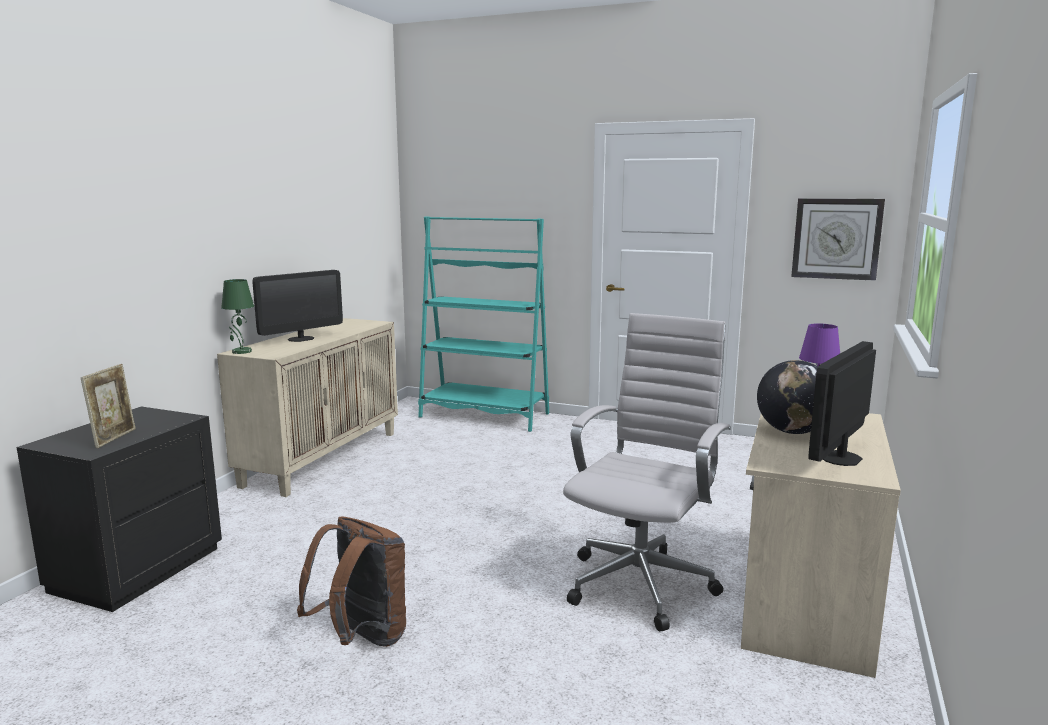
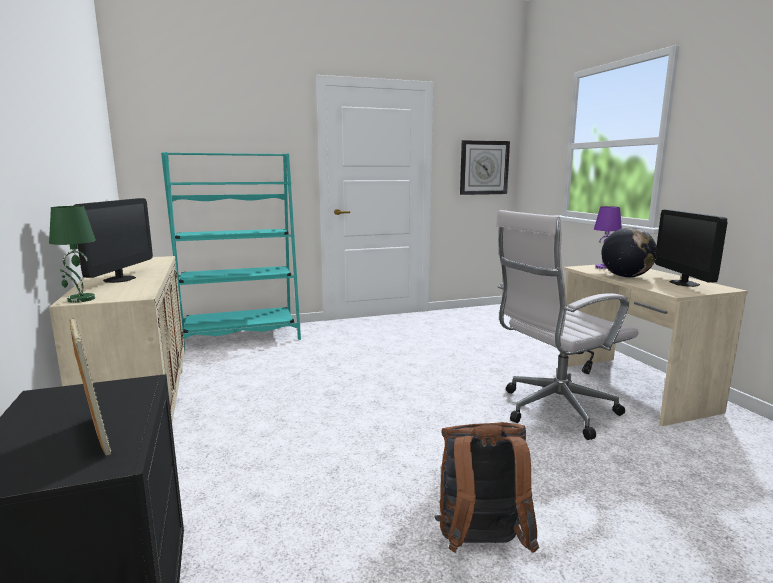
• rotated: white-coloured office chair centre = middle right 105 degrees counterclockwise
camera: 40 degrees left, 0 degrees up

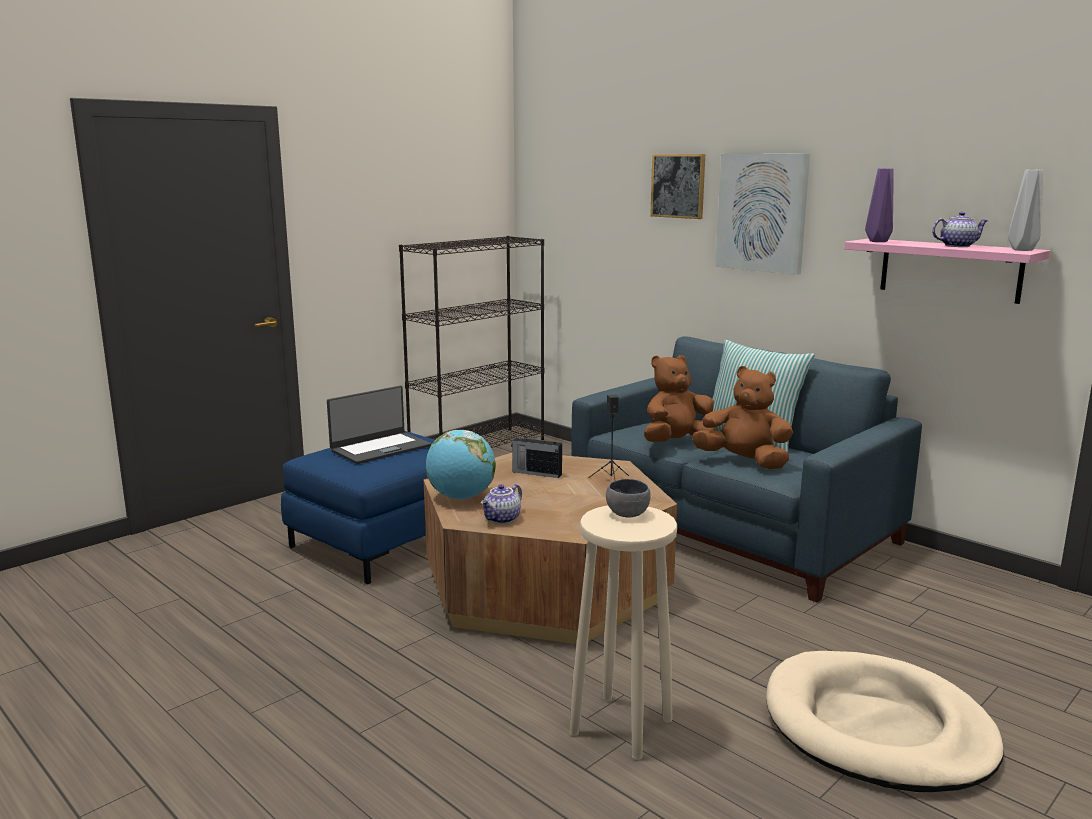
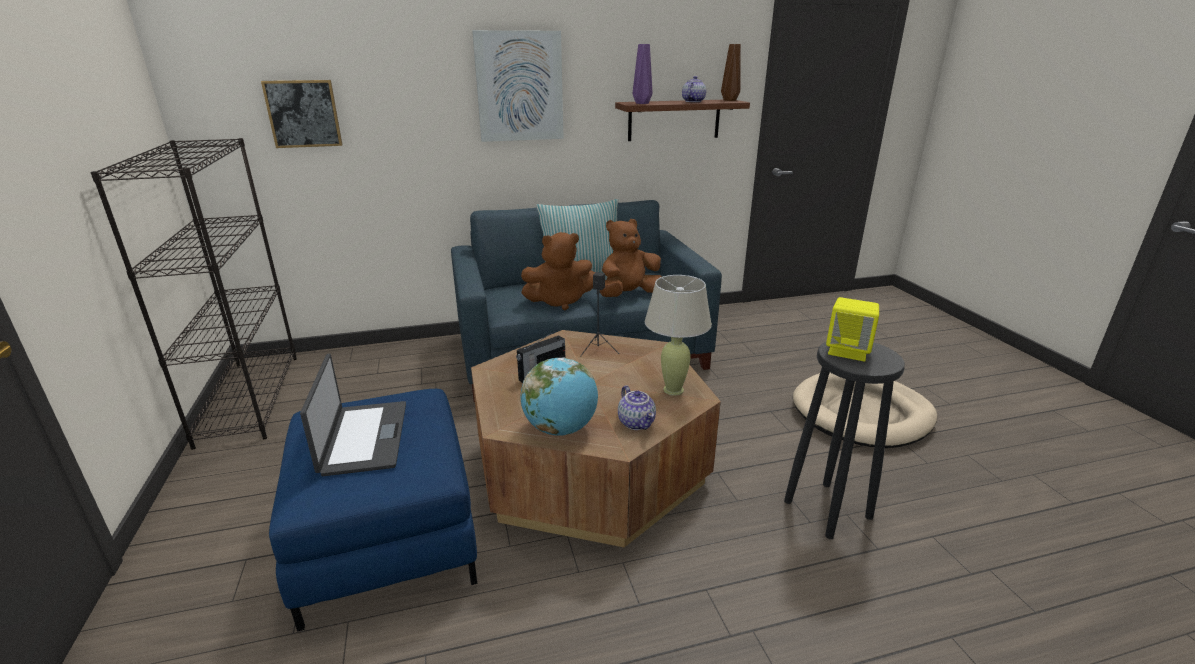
• shifted: picture (no. 1 from left) top centre to top left
• repainted: gray vase top right to brown vase top centre
• repainted: pinkish shelf top right to brown shelf top centre
• rotated: brown soft toy (no. 1 from left) centre = centre 105 degrees counterclockwise
• swapped: gray deep dish centre to yellowish loudspeaker middle right
• repainted: beige-coloured sitting stool bottom centre to black-coloured sitting stool middle right
• new: beige-coloured table lamp centre
camera: 60 degrees left, 10 degrees up

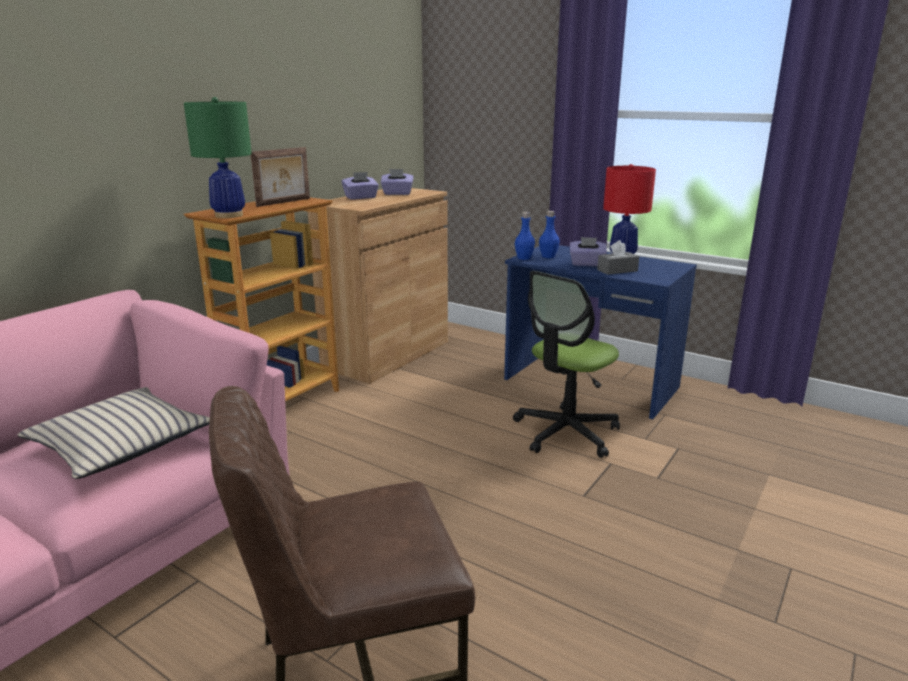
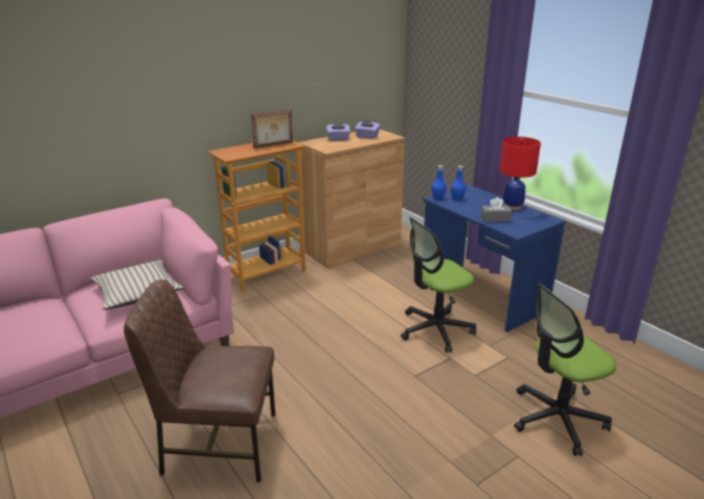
• gone: green-coloured table lamp top left
• gone: purple box of tissues (no. 3 from left) centre
• new: office chair (no. 2 from left) bottom right
camera: 20 degrees right, 5 degrees up

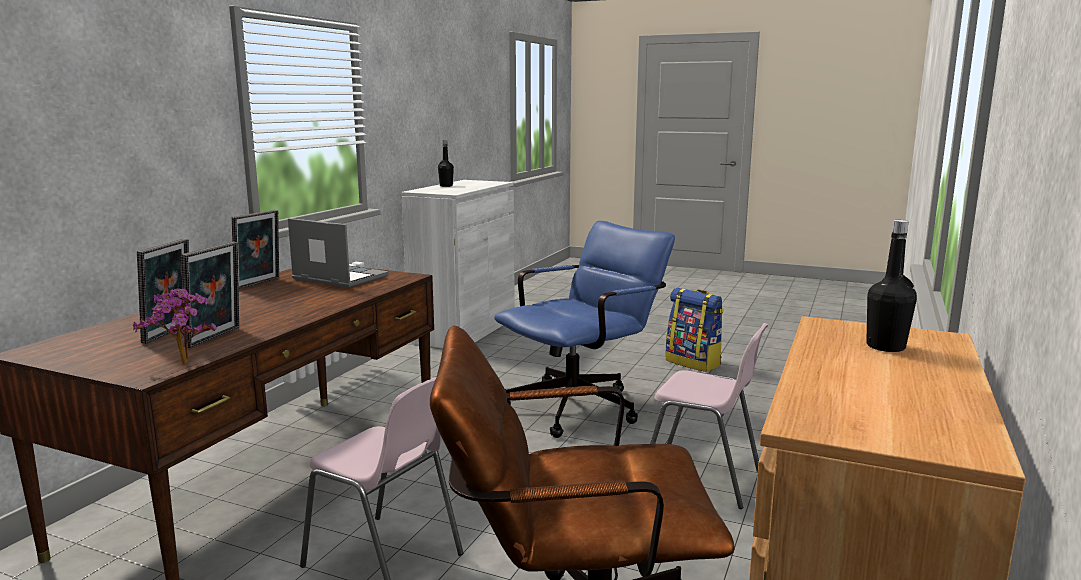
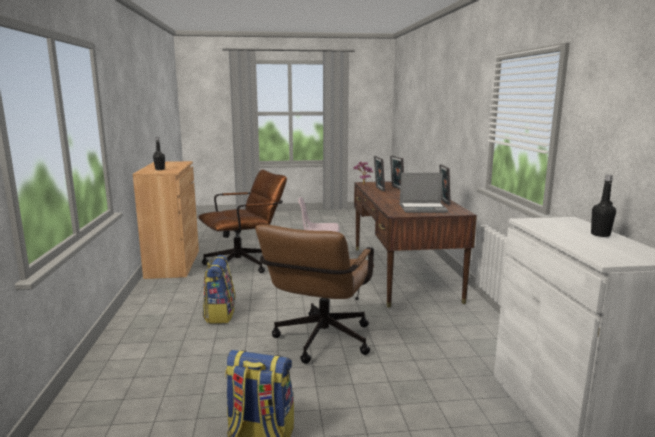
• repainted: bluish office chair centre to brown office chair (no. 2 from left) bottom centre
• swapped: pinkish chair (no. 2 from left) bottom centre to backpack (no. 1 from left) centre
camera: 150 degrees right, 0 degrees up

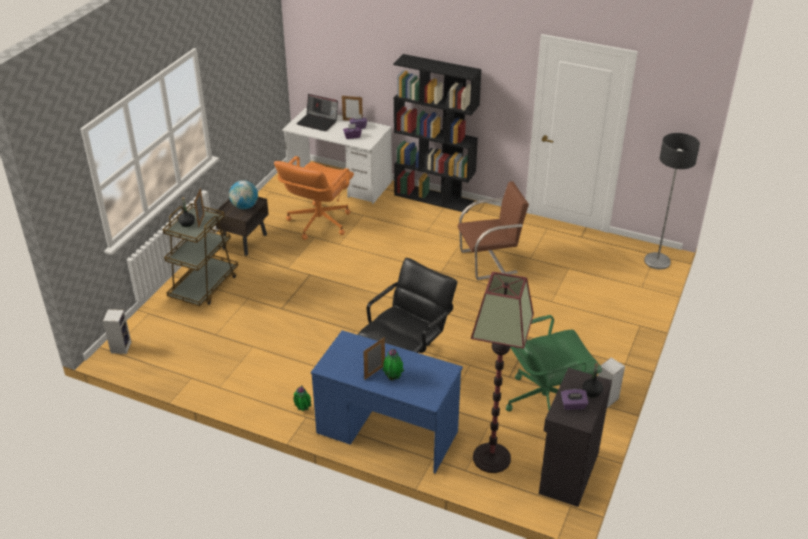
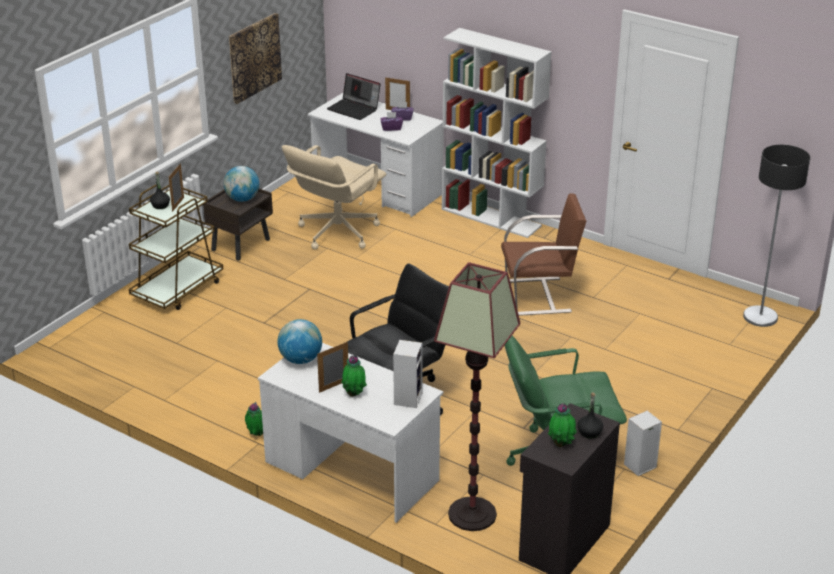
• repainted: black-coloured shelving unit top centre to white-coloured shelving unit top centre
• repainted: orange-coloured office chair centre to beige-coloured office chair centre
• shifted: loudspeaker (no. 1 from left) middle left to centre
• repainted: bluish desk unit bottom centre to white-coloured desk unit (no. 1 from left) bottom centre
• swapped: purple box of tissues (no. 3 from left) bottom right to potted plant (no. 3 from left) bottom right
• new: picture top left
• new: world globe (no. 2 from left) centre
camera: 10 degrees right, 5 degrees down

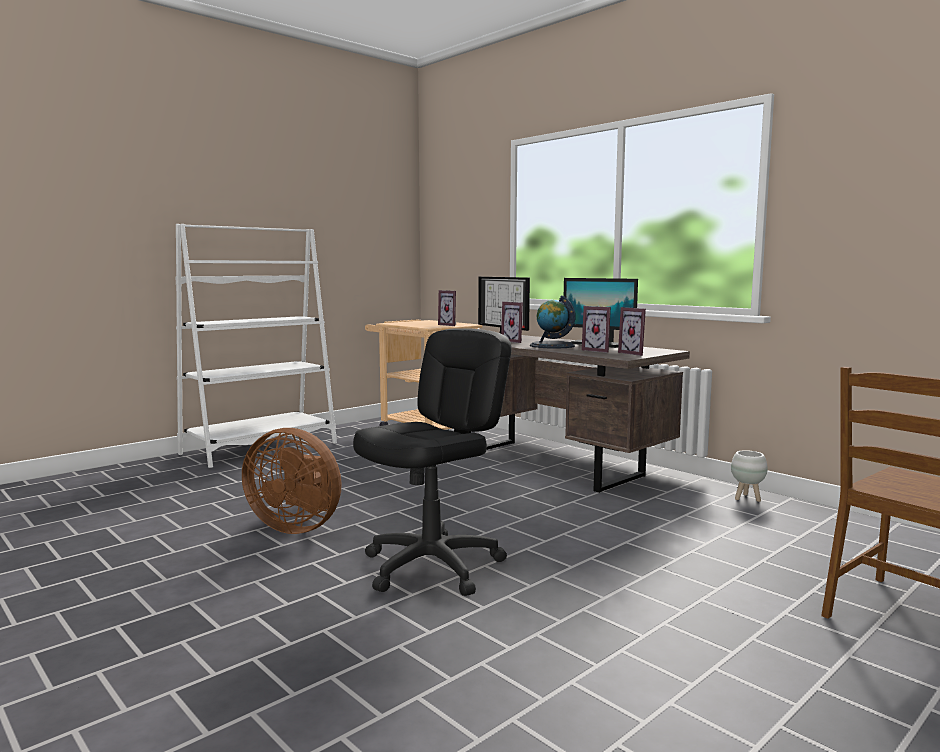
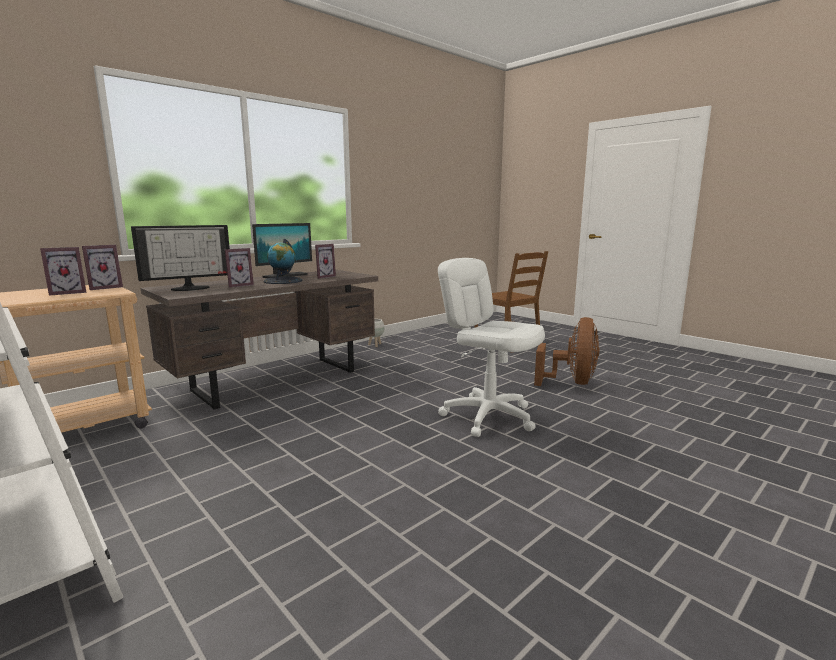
• shifted: picture frame (no. 4 from left in the first image) middle right to picture frame (no. 1 from left) middle left
• repainted: black-coloured office chair centre to white-coloured office chair centre
• shifted: brown cooling fan middle left to middle right
camera: 90 degrees left, 5 degrees up

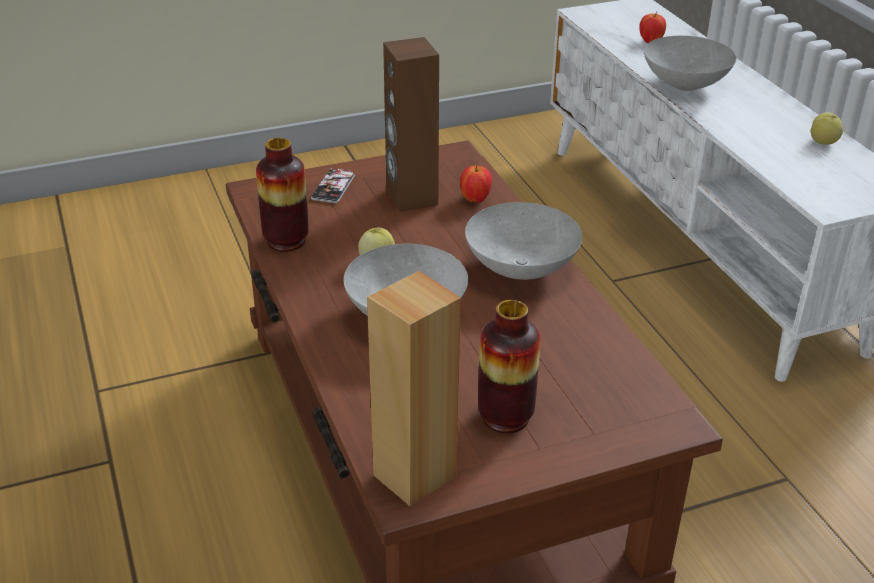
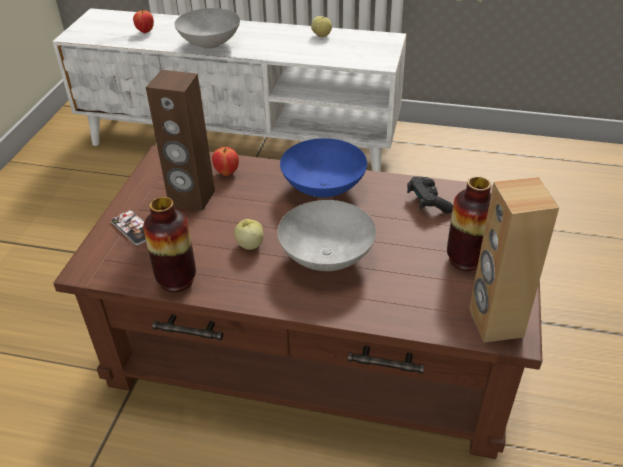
• repainted: gray deep dish (no. 2 from left) centre to bluish deep dish centre
• new: black-coloured gamepad middle right
camera: 55 degrees left, 5 degrees up

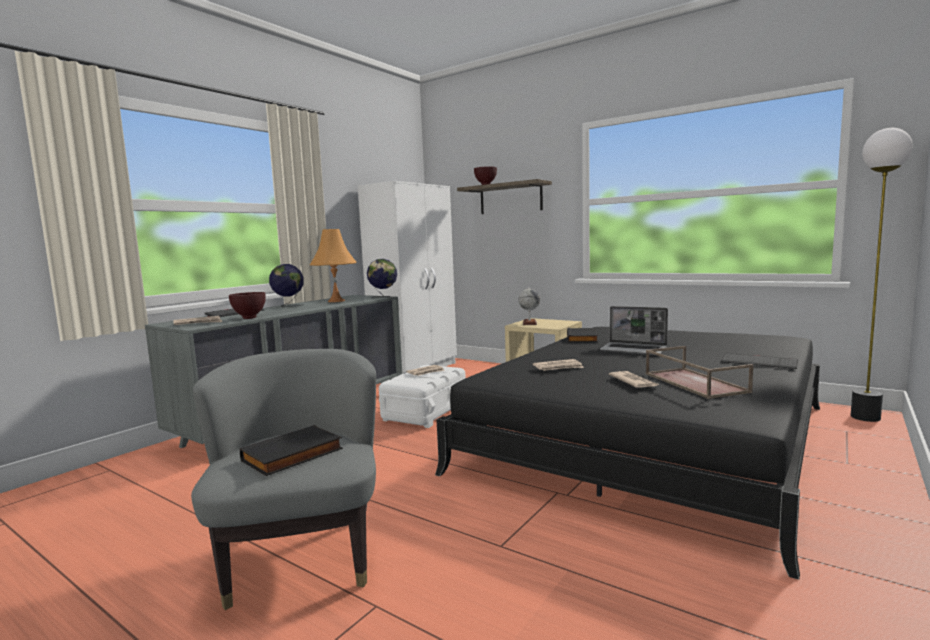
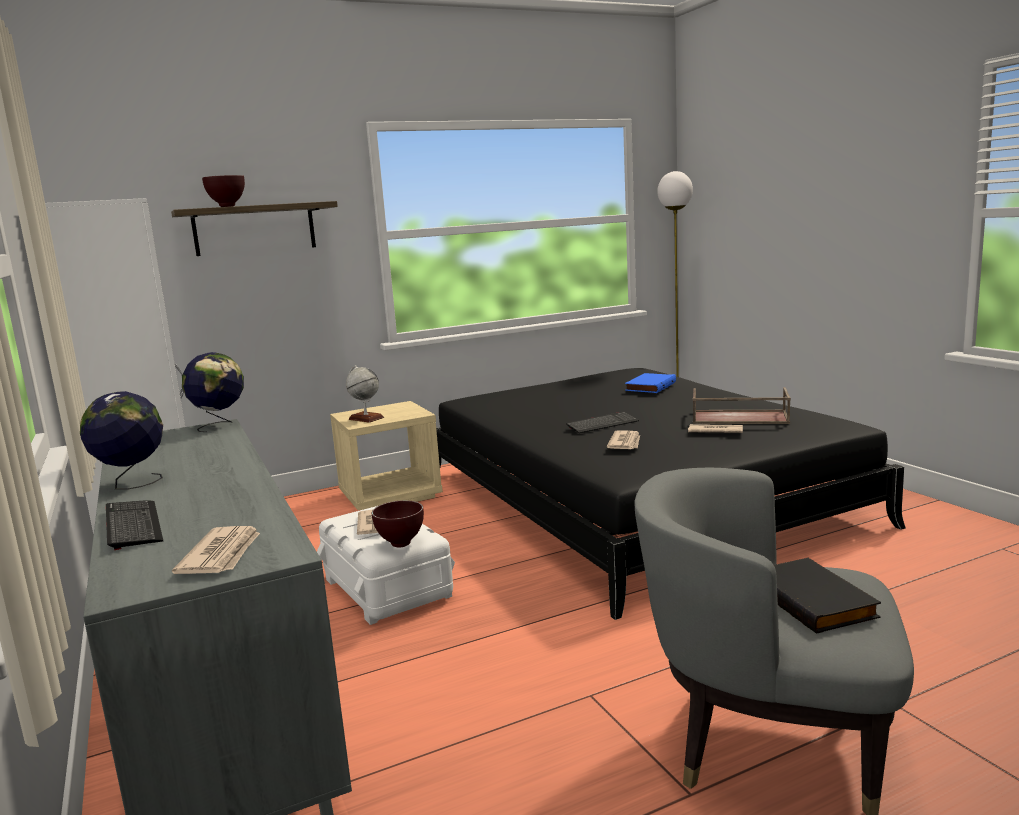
• gone: orange-coloured table lamp centre
• shifted: brown deep dish (no. 1 from left in the first image) middle left to brown deep dish (no. 2 from left) centre
• gone: portable computer middle right
• gone: black-coloured bound book (no. 2 from left) centre
• shifted: keyboard (no. 2 from left) middle right to centre
• new: bluish bound book centre
camera: 60 degrees left, 5 degrees up

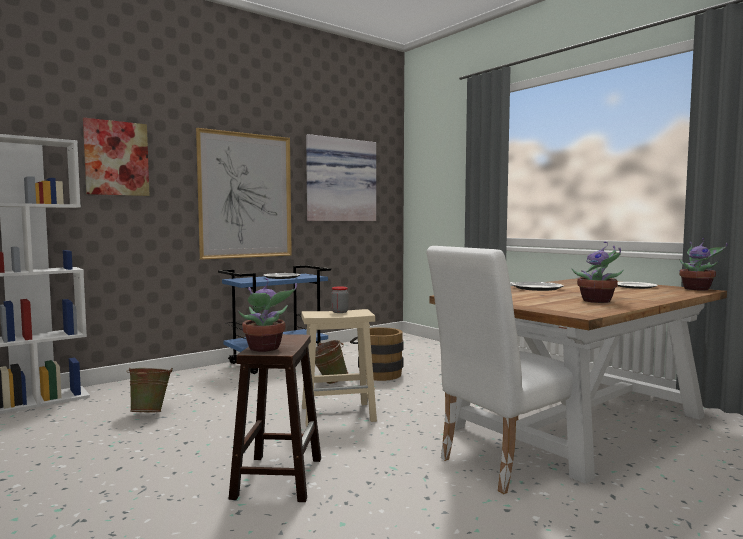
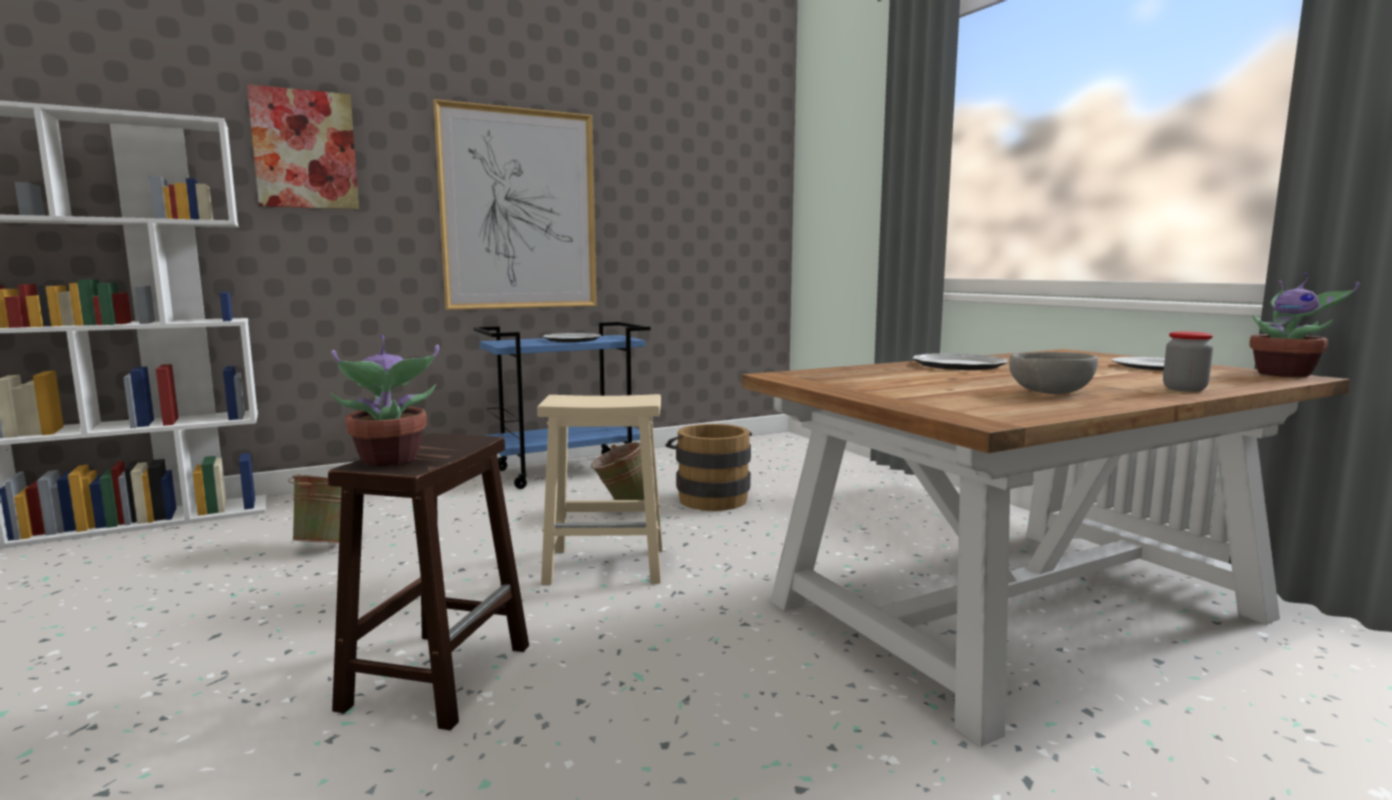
• gone: picture (no. 3 from left) top centre
• swapped: potted plant (no. 2 from left) middle right to gray deep dish middle right
• gone: white-coloured chair bottom right
• shifted: preserve jar centre to middle right
camera: 10 degrees right, 5 degrees up

